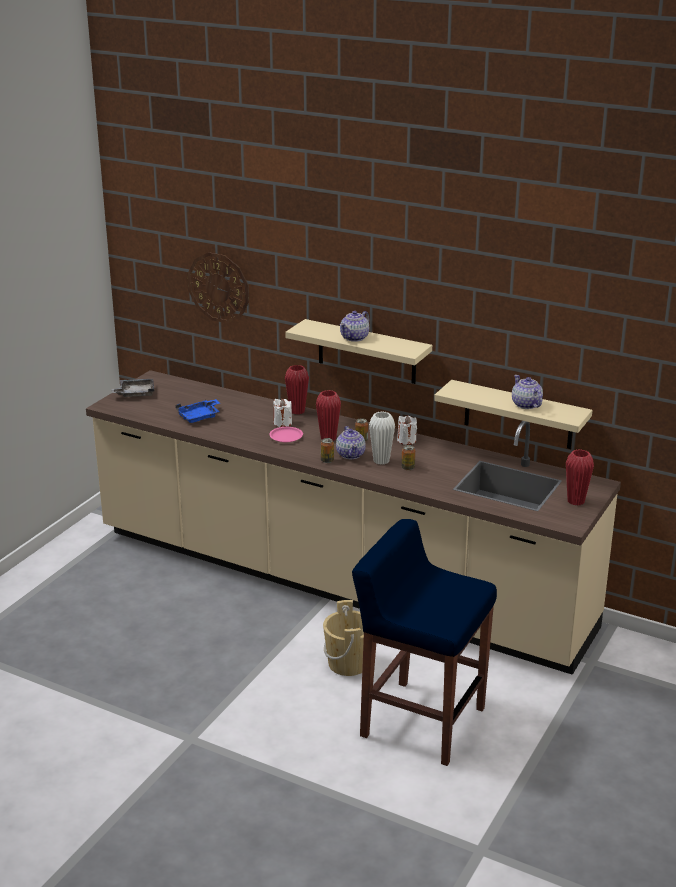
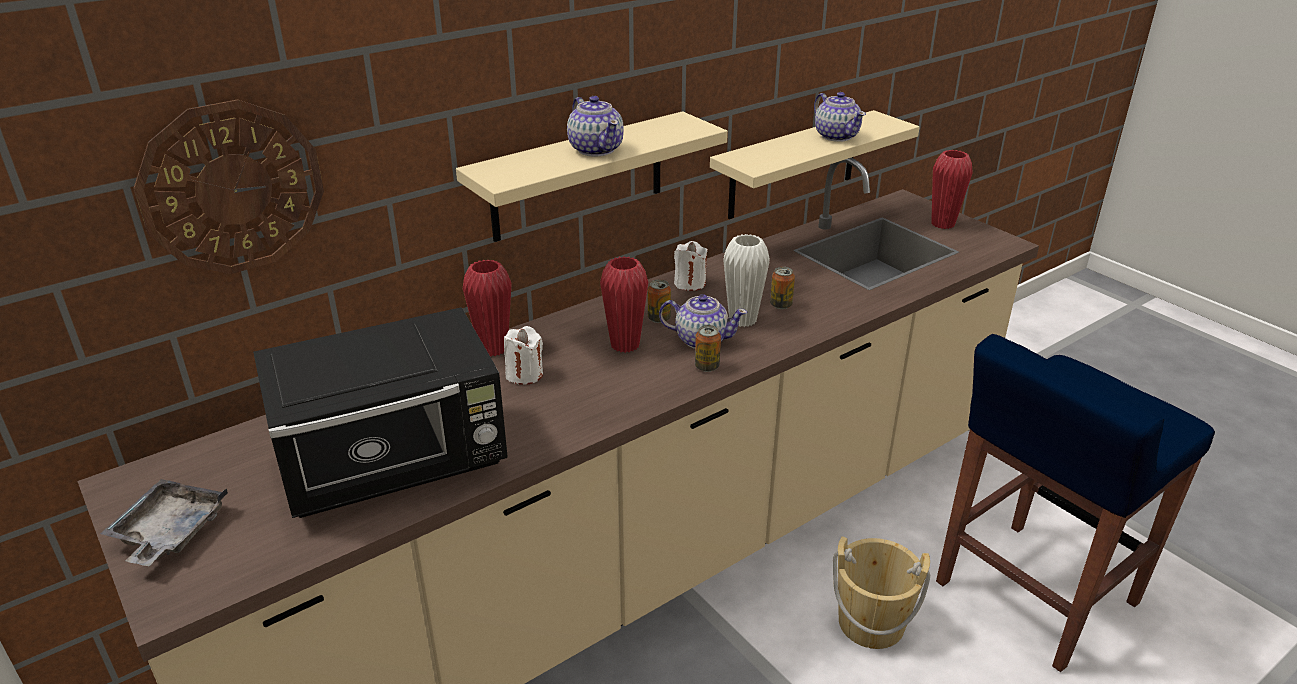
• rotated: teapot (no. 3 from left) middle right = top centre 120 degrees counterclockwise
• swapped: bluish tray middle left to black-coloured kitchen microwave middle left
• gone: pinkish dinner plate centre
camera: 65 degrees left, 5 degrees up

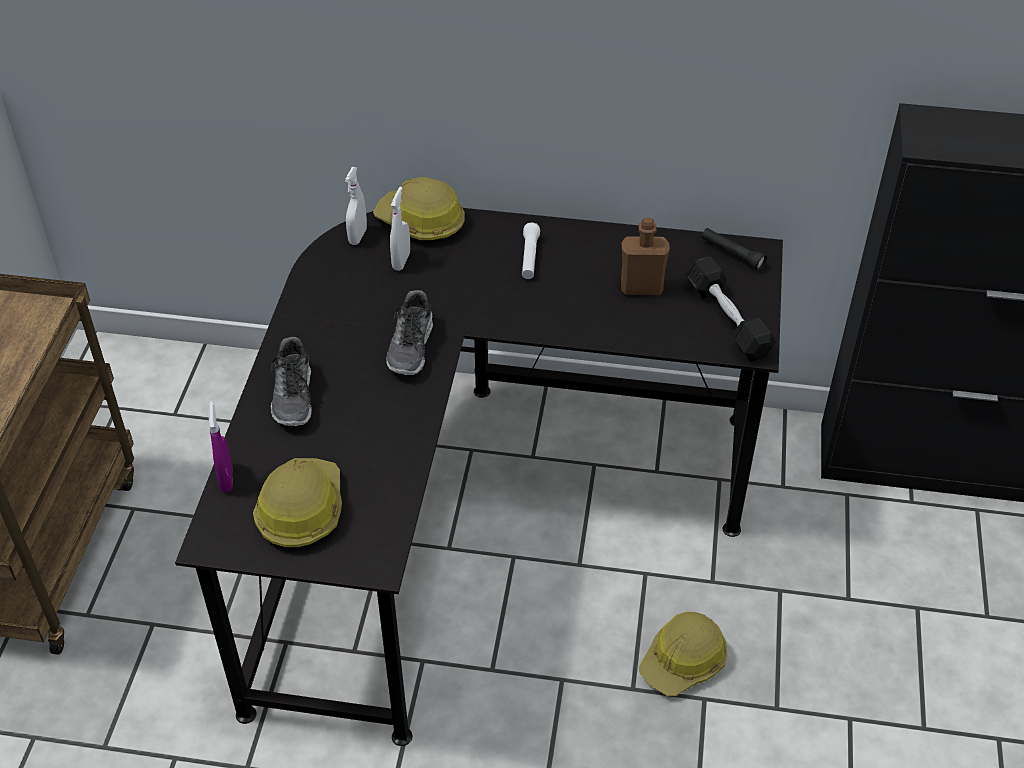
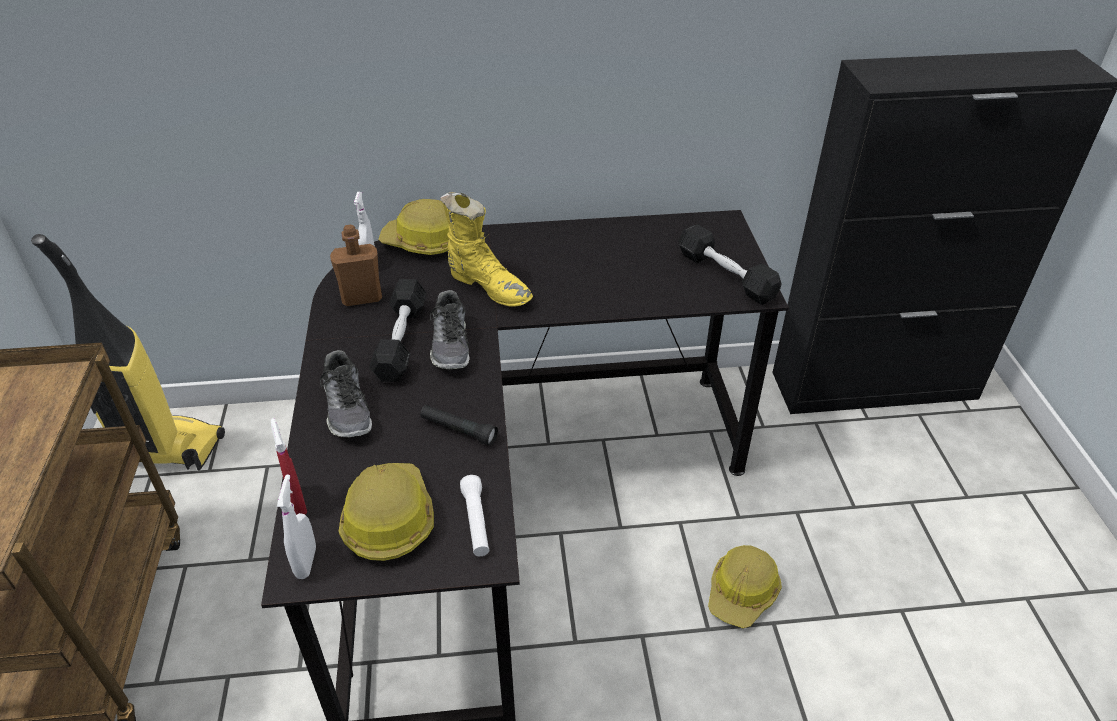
• shifted: white-coloured hand sprayer (no. 2 from left in the first image) top centre to white-coloured hand sprayer (no. 1 from left) bottom left
• shifted: brown bottle centre to middle left
• shifted: white-coloured torch top centre to bottom centre
• shifted: black-coloured torch top right to centre
• repainted: purple hand sprayer middle left to reddish hand sprayer middle left
• new: yellowish high-top boot centre
• new: hoover middle left
• new: black-coloured dumbbell (no. 1 from left) centre
camera: 15 degrees left, 5 degrees down

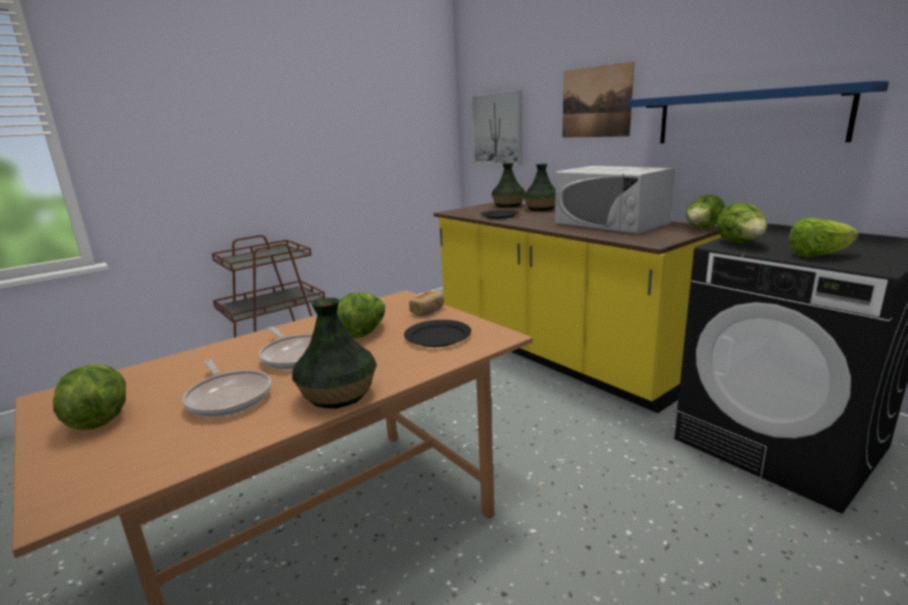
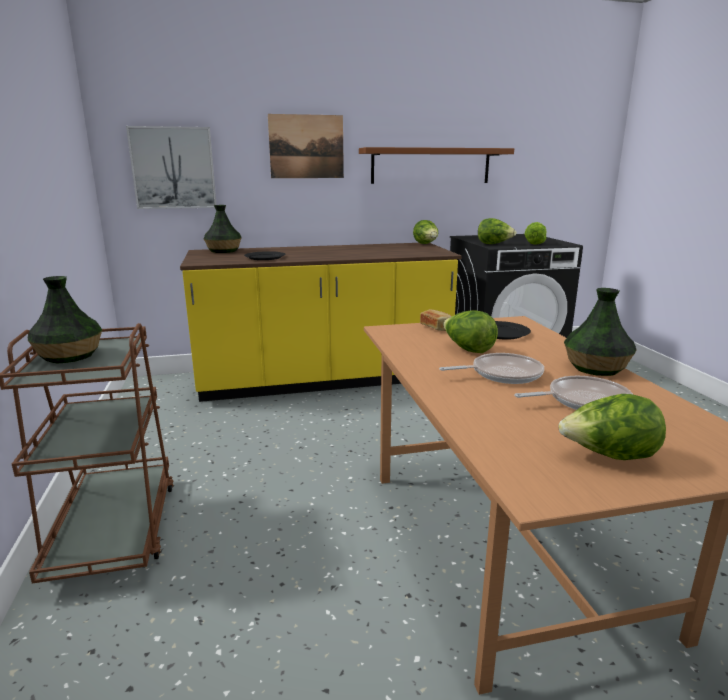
• repainted: bluish shelf top right to brown shelf top centre
• shifted: vase (no. 3 from left in the first image) top centre to vase (no. 1 from left) middle left
• gone: white-coloured kitchen microwave top right
camera: 65 degrees left, 0 degrees up

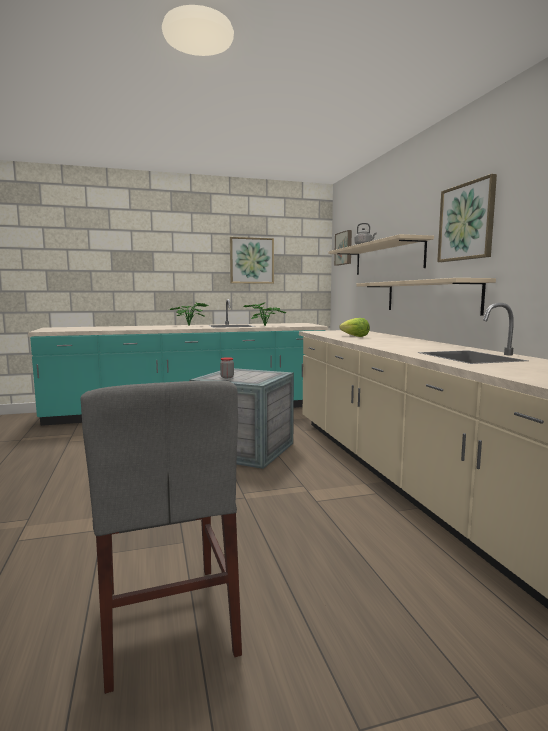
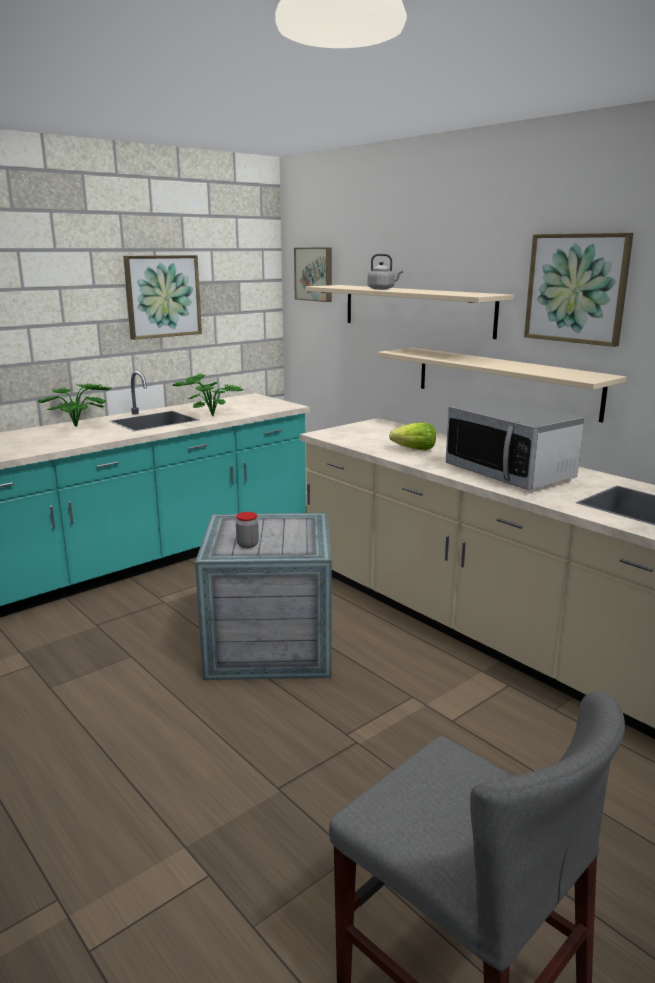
• new: kitchen microwave middle right
camera: 25 degrees left, 10 degrees up

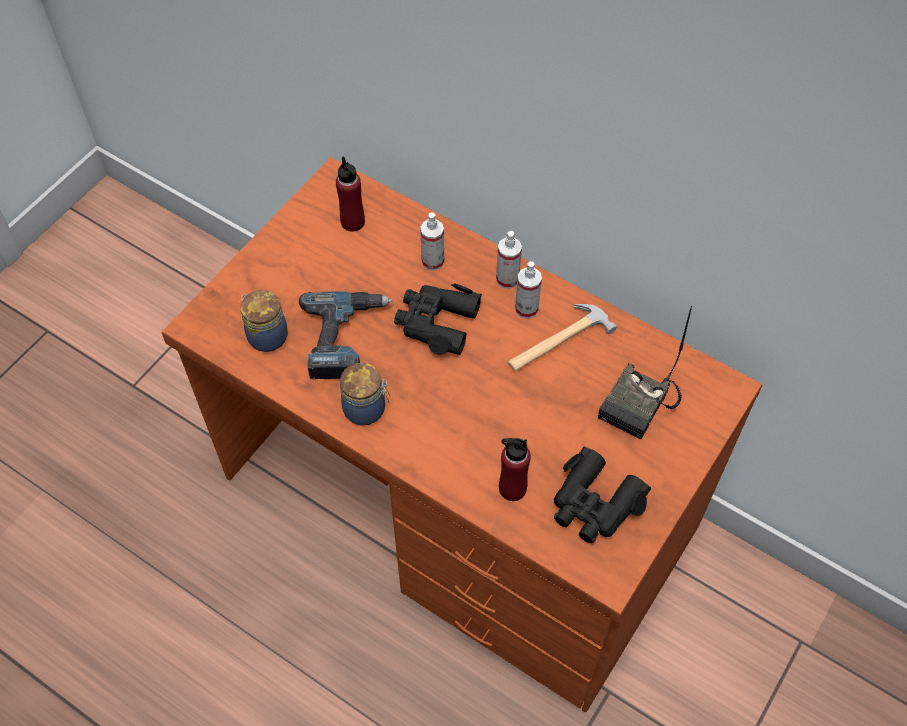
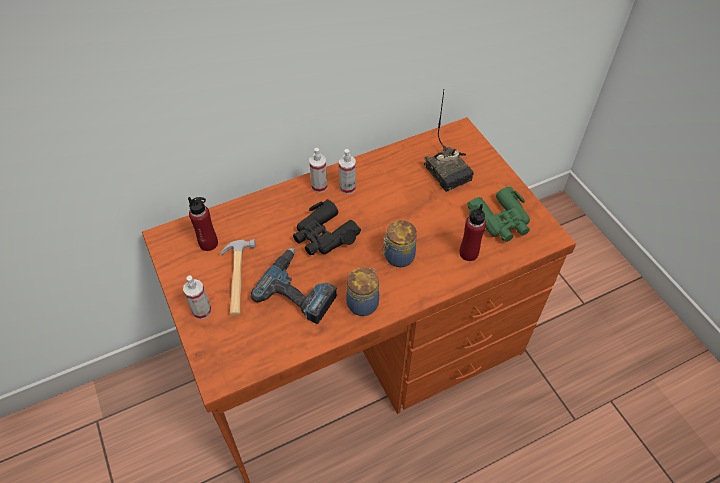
• shifted: hand sprayer (no. 1 from left) centre to middle left
• shifted: preserve jar (no. 1 from left in the first image) middle left to preserve jar (no. 2 from left) centre
• shifted: hand hammer centre to middle left
• repainted: black-coloured pair of binoculars (no. 2 from left) bottom centre to green-coloured pair of binoculars middle right
camera: 60 degrees left, 5 degrees down

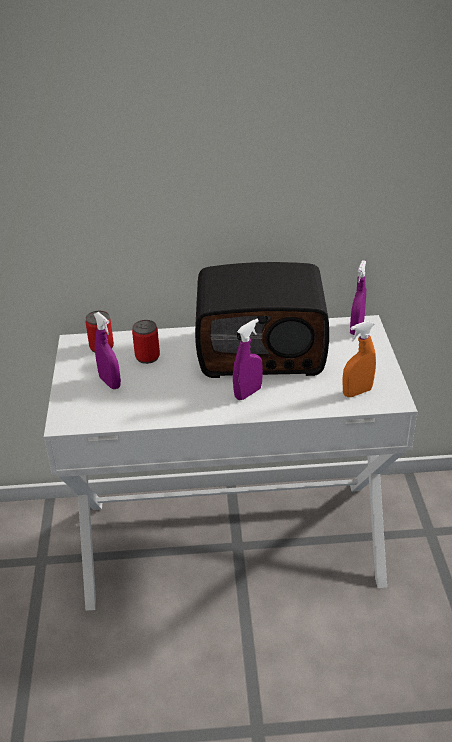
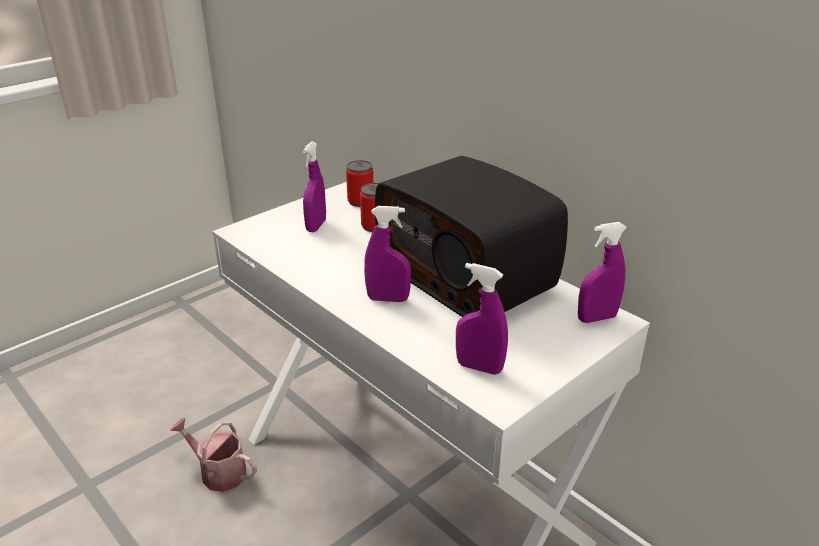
• repainted: orange-coloured hand sprayer middle right to purple hand sprayer (no. 3 from left) centre
• new: watering pot bottom left
camera: 50 degrees right, 5 degrees down

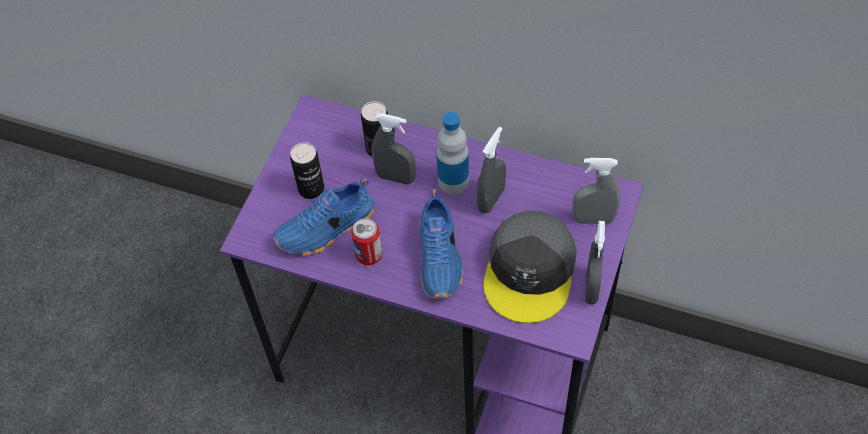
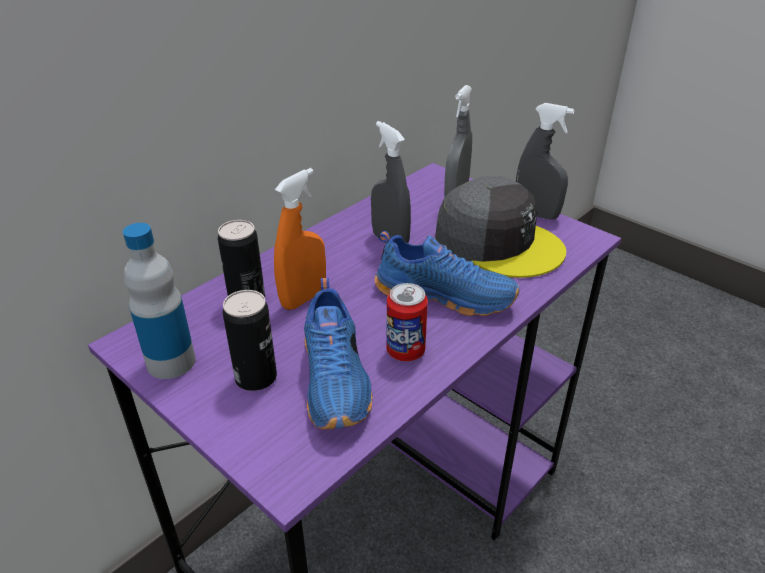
• shifted: bottle centre to middle left
• repainted: gray hand sprayer (no. 1 from left) centre to orange-coloured hand sprayer centre
camera: 70 degrees left, 20 degrees down

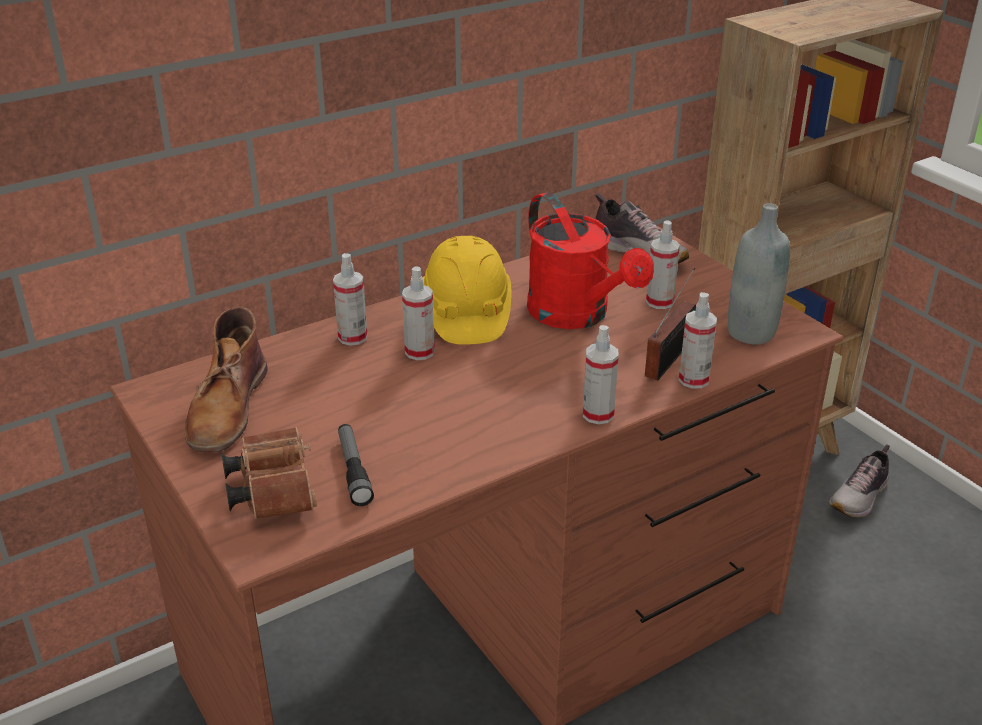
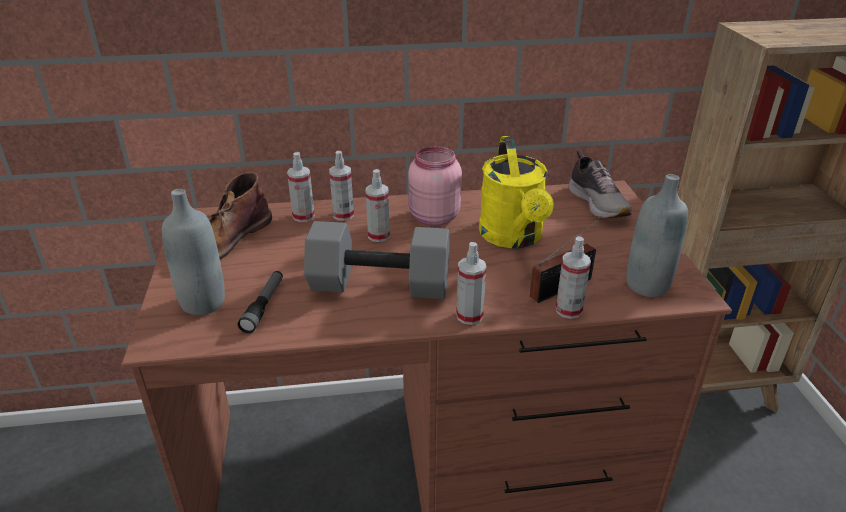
• repainted: reddish watering pot centre to yellowish watering pot centre
• shifted: hand sprayer (no. 4 from left in the first image) middle right to hand sprayer (no. 1 from left) centre
• swapped: yellowish safety helmet centre to pinkish preserve jar centre
• swapped: brown pair of binoculars middle left to gray bottle (no. 1 from left) middle left
• gone: shoe (no. 2 from left) middle right
• new: gray dumbbell centre
camera: 25 degrees right, 0 degrees up

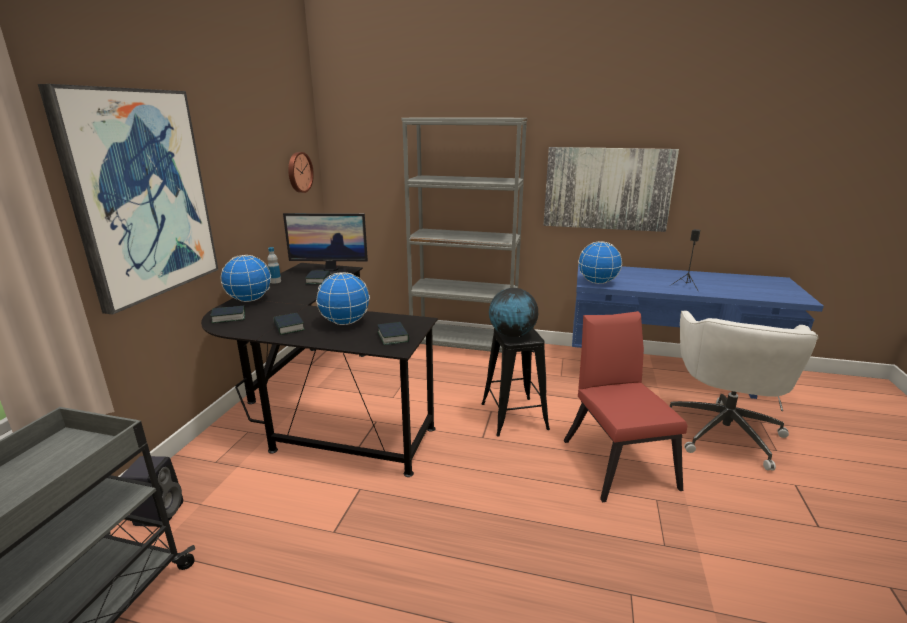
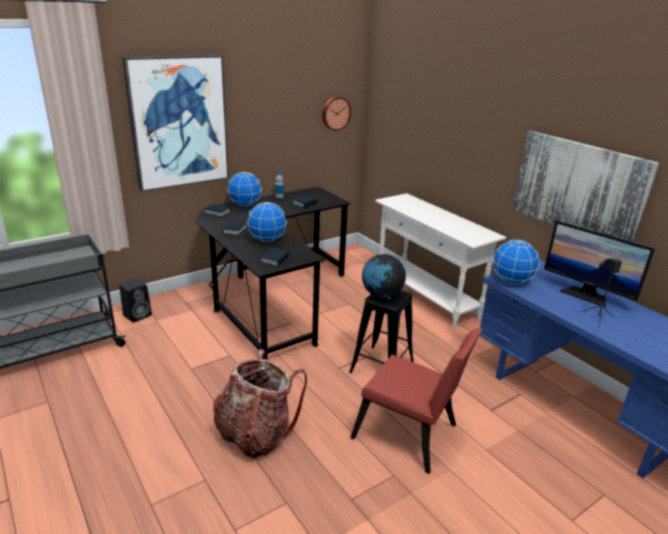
• swapped: gray shelving unit centre to white-coloured console table centre
• shifted: monitor centre to middle right
• rotated: reddish chair middle right = bottom centre 90 degrees clockwise
• gone: white-coloured office chair middle right
• new: backpack bottom centre
camera: 40 degrees right, 5 degrees up

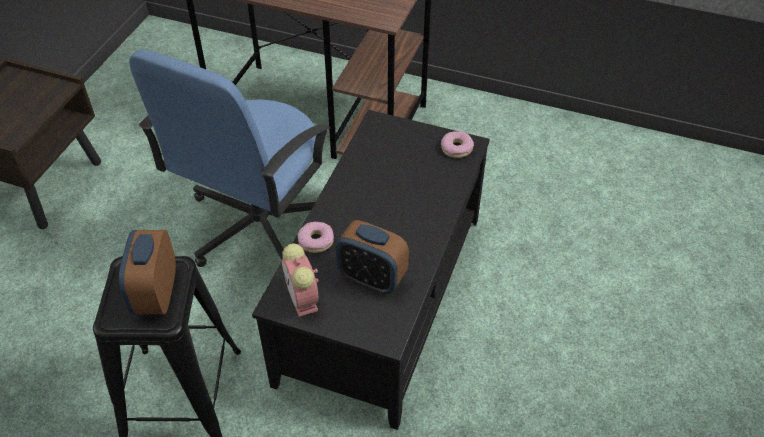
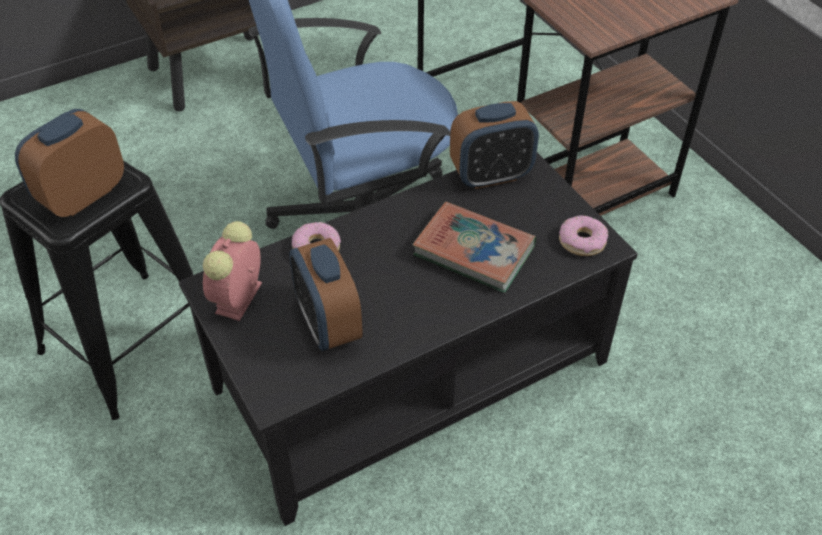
• new: bedside clock (no. 4 from left) top centre
• new: bound book centre
camera: 40 degrees right, 0 degrees up

